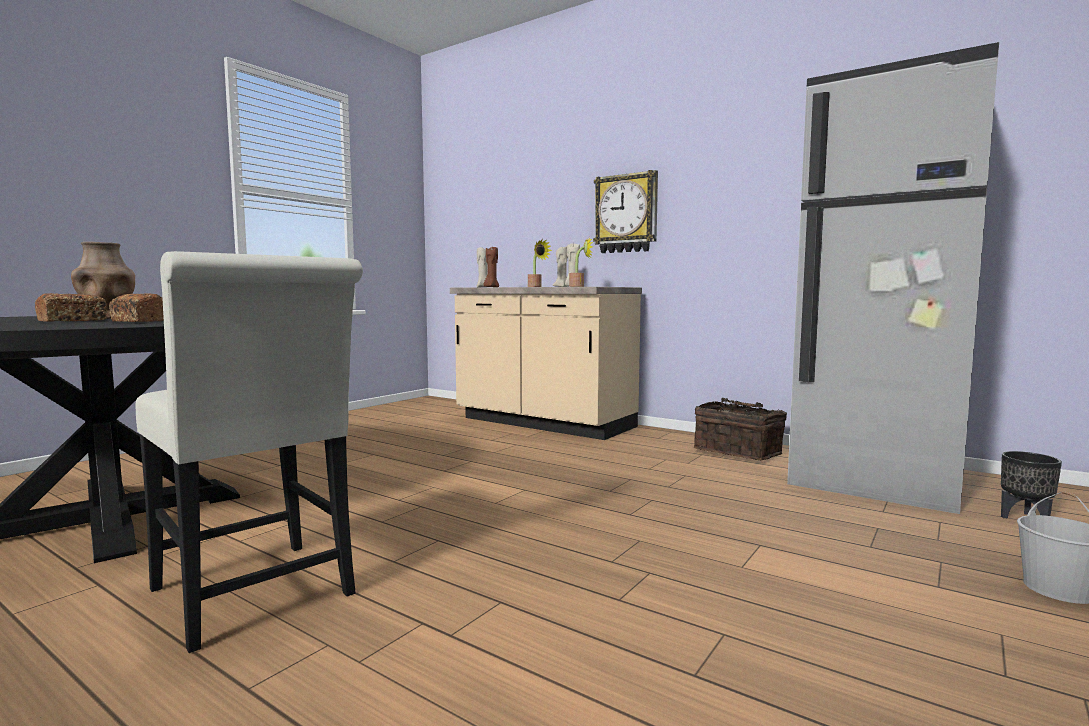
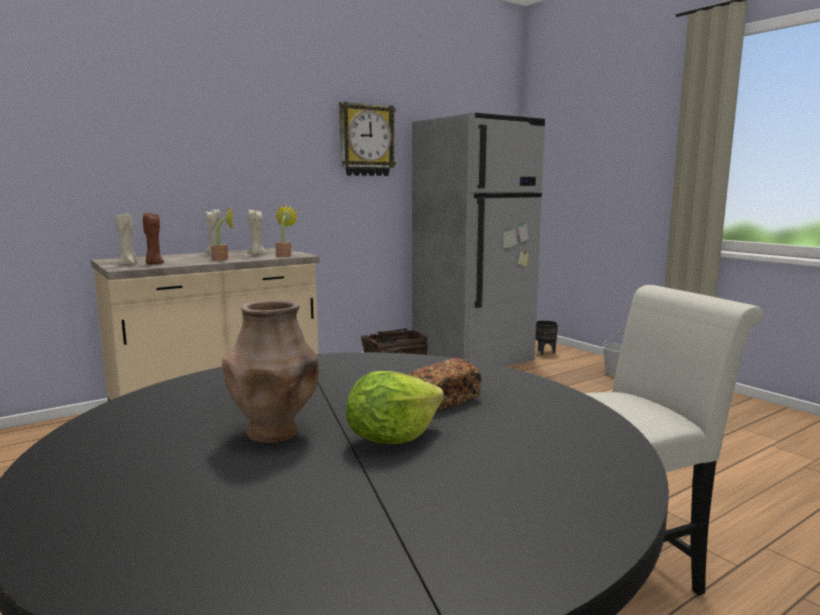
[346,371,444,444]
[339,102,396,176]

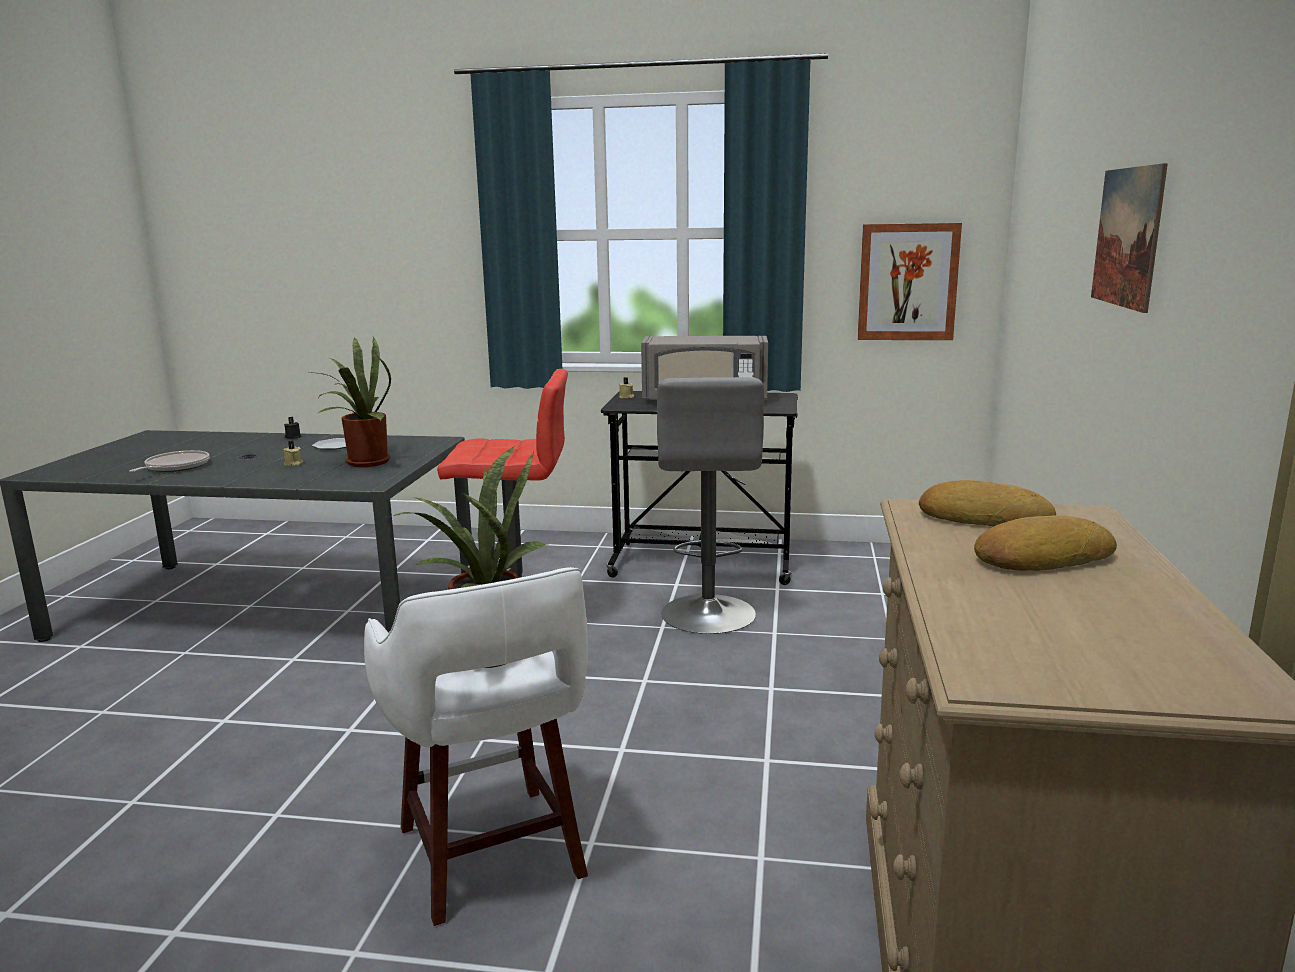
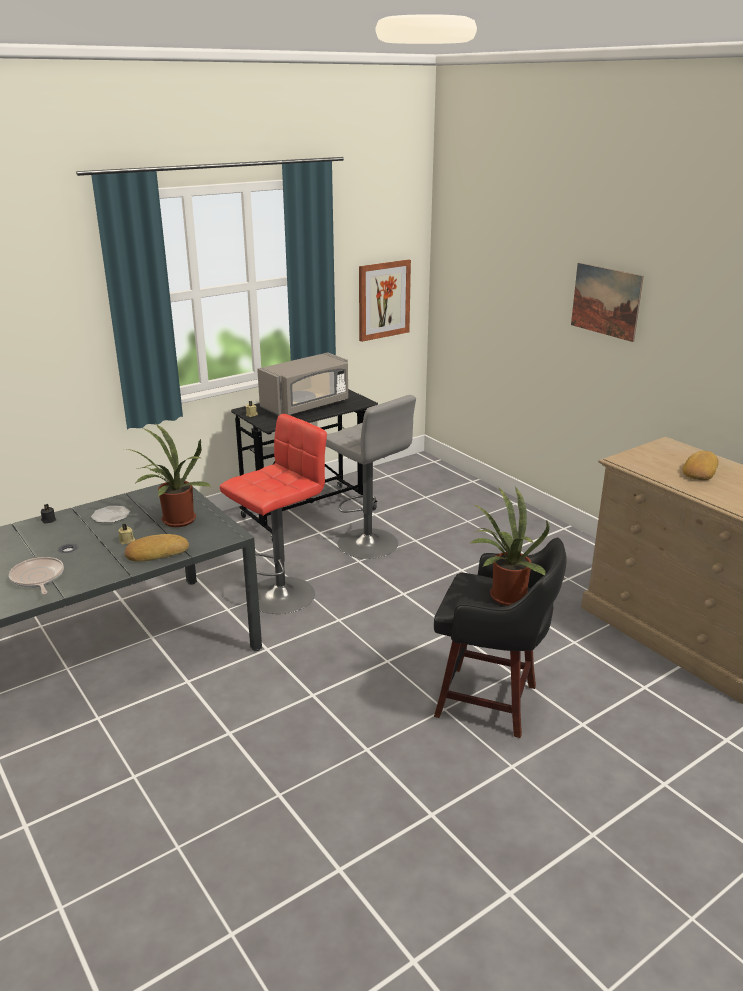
[434,537,567,738]
[124,534,189,562]

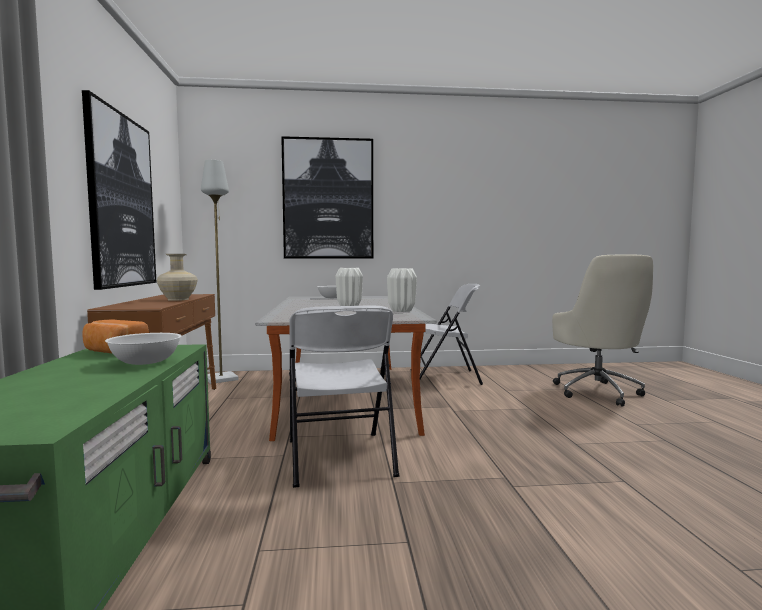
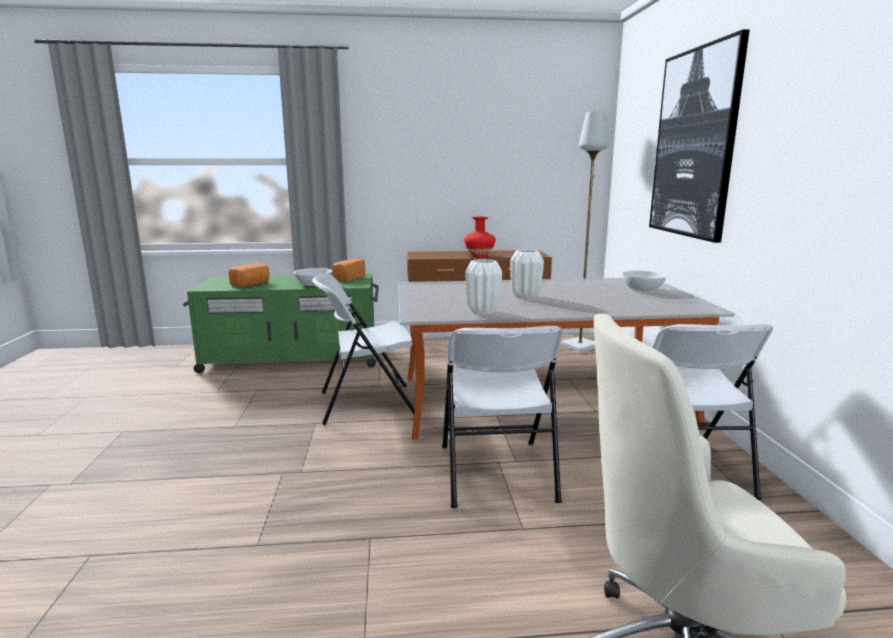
[82,90,157,290] (first image)
[464,217,496,257]
[229,263,269,287]
[442,326,563,508]

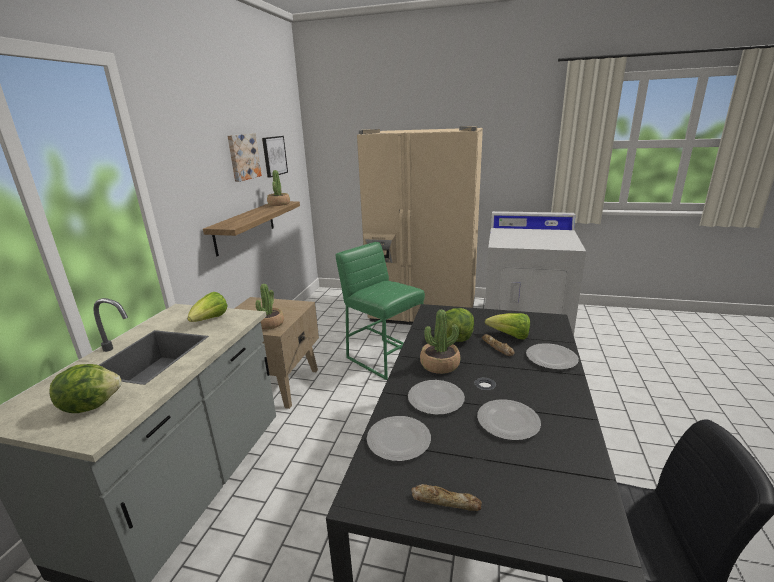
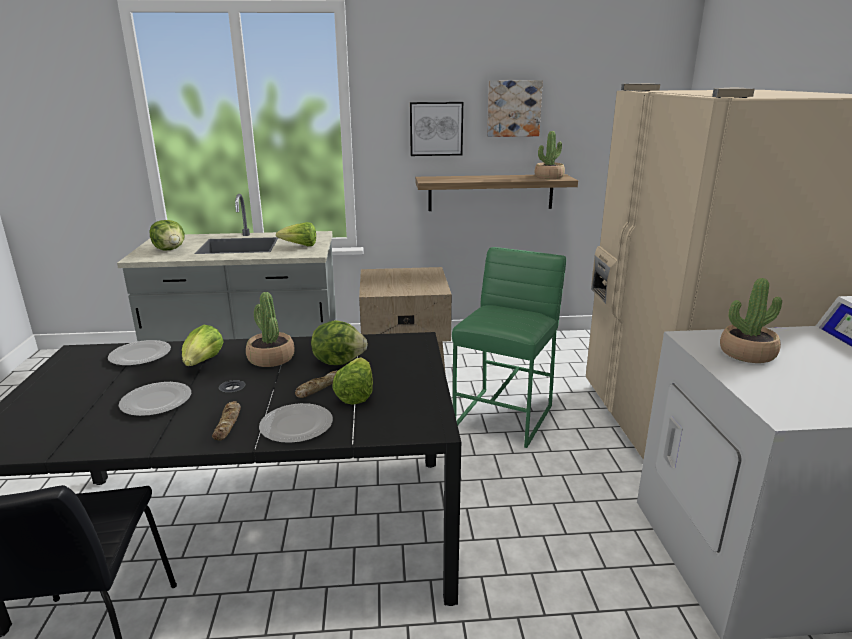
[720,278,782,363]
[410,102,463,156]
[182,325,224,366]
[212,401,241,440]

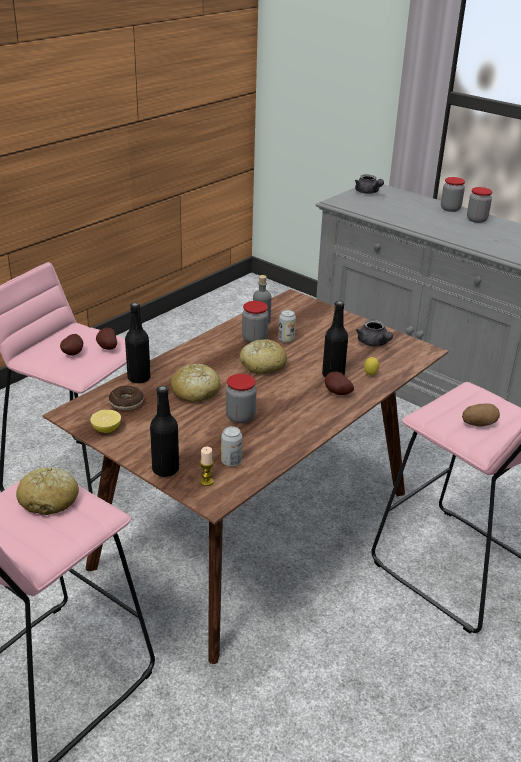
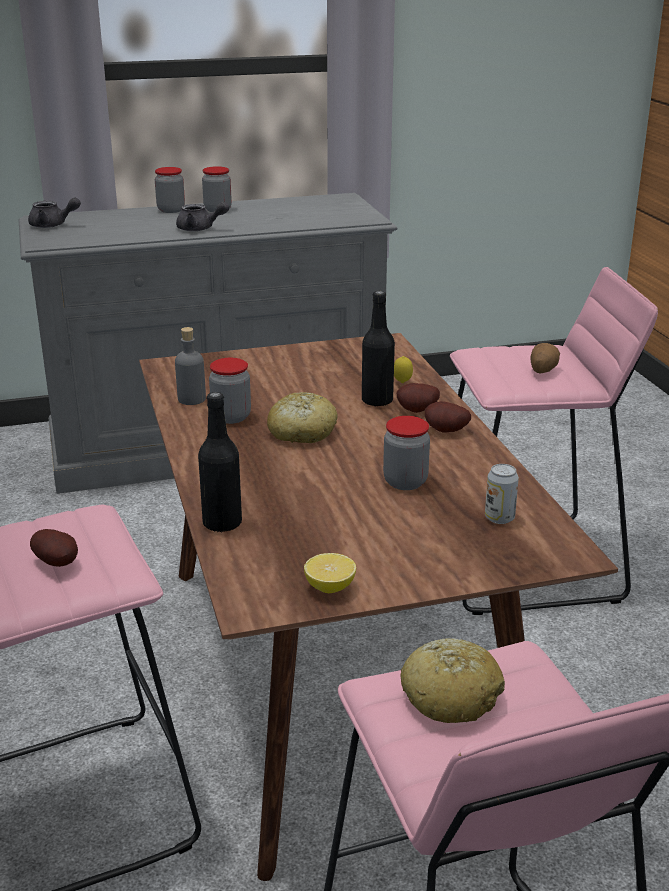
[425,401,471,432]
[109,386,144,410] (first image)
[150,386,179,477] (first image)
[171,364,220,402] (first image)
[200,447,214,486] (first image)
[278,310,296,343] (first image)
[176,201,229,231]

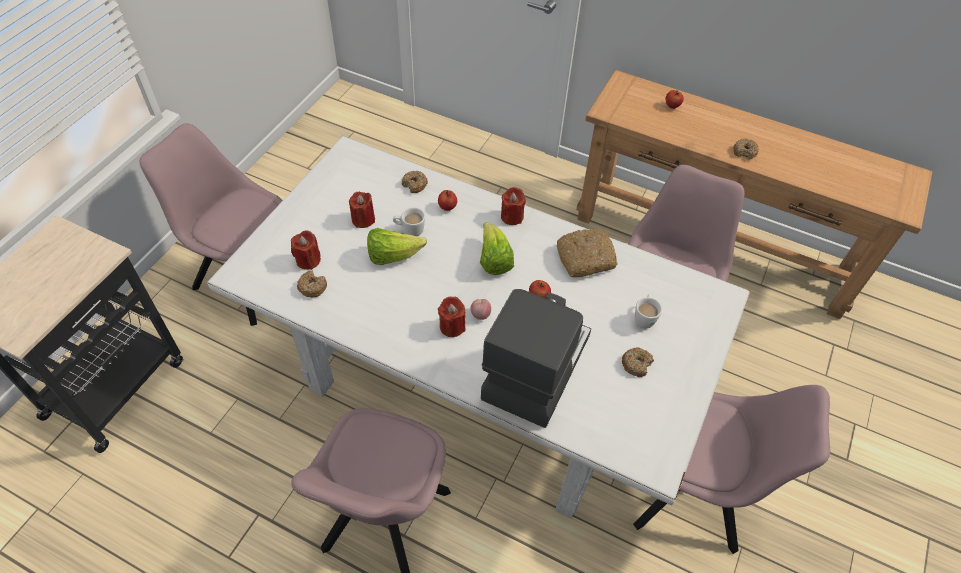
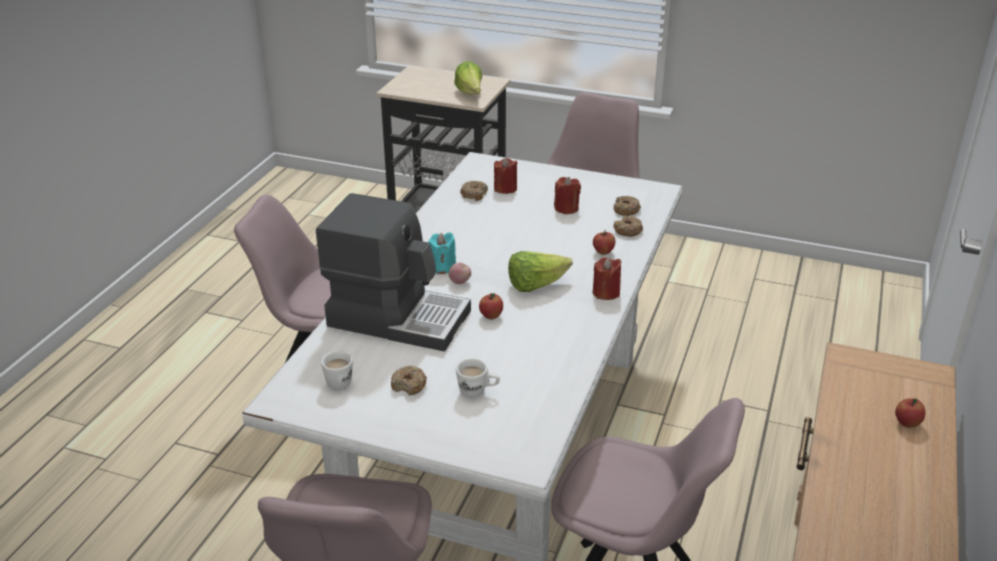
[455,61,482,95]
[321,350,353,390]
[428,232,456,274]
[557,229,617,277] (first image)
[613,196,641,216]

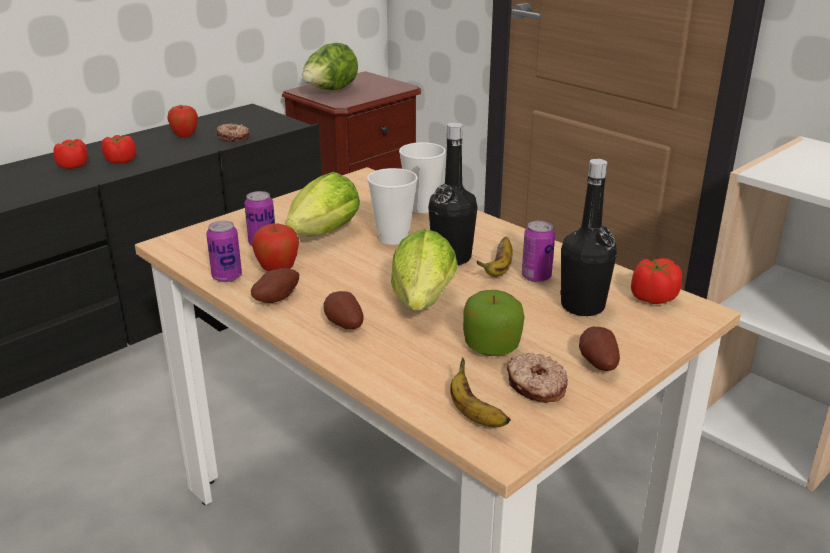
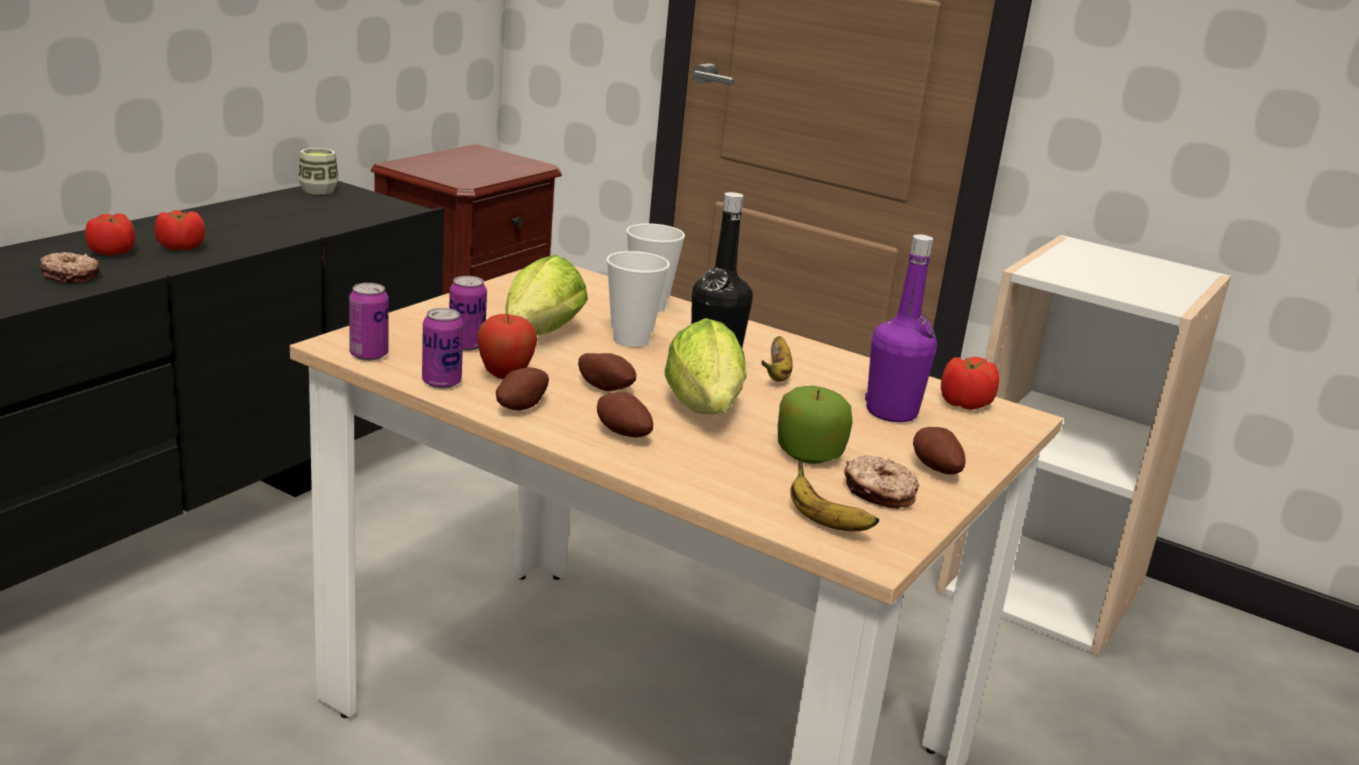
[167,104,198,138] (first image)
[40,252,100,283]
[302,43,358,90] (first image)
[349,283,389,361]
[865,234,937,422]
[298,148,339,195]
[578,353,636,391]

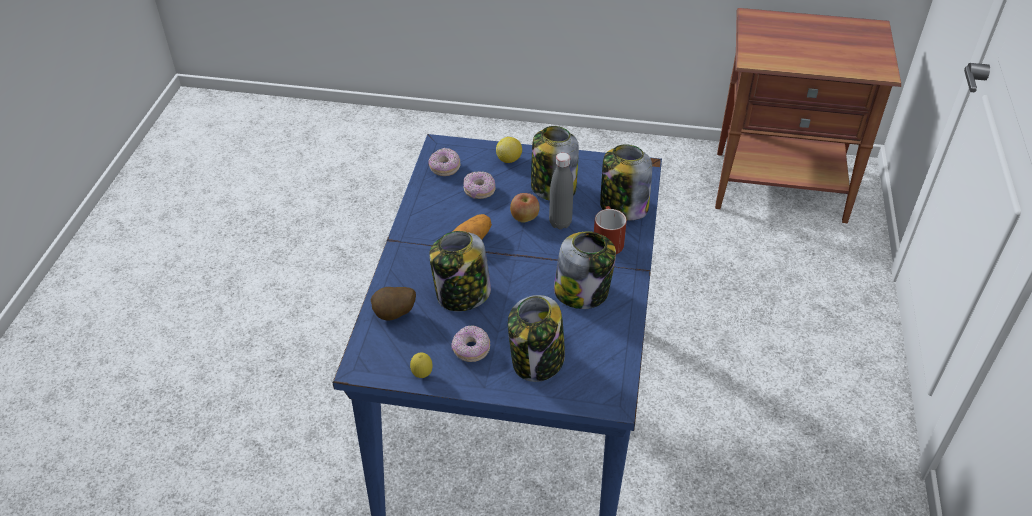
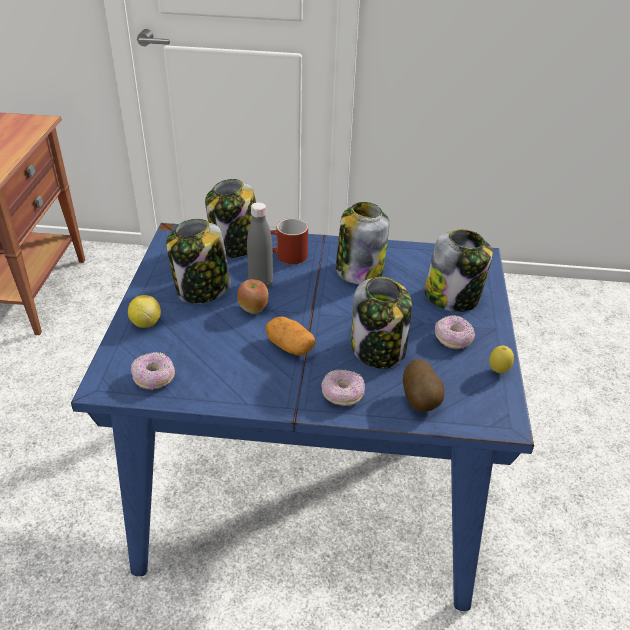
[322,370,365,406]

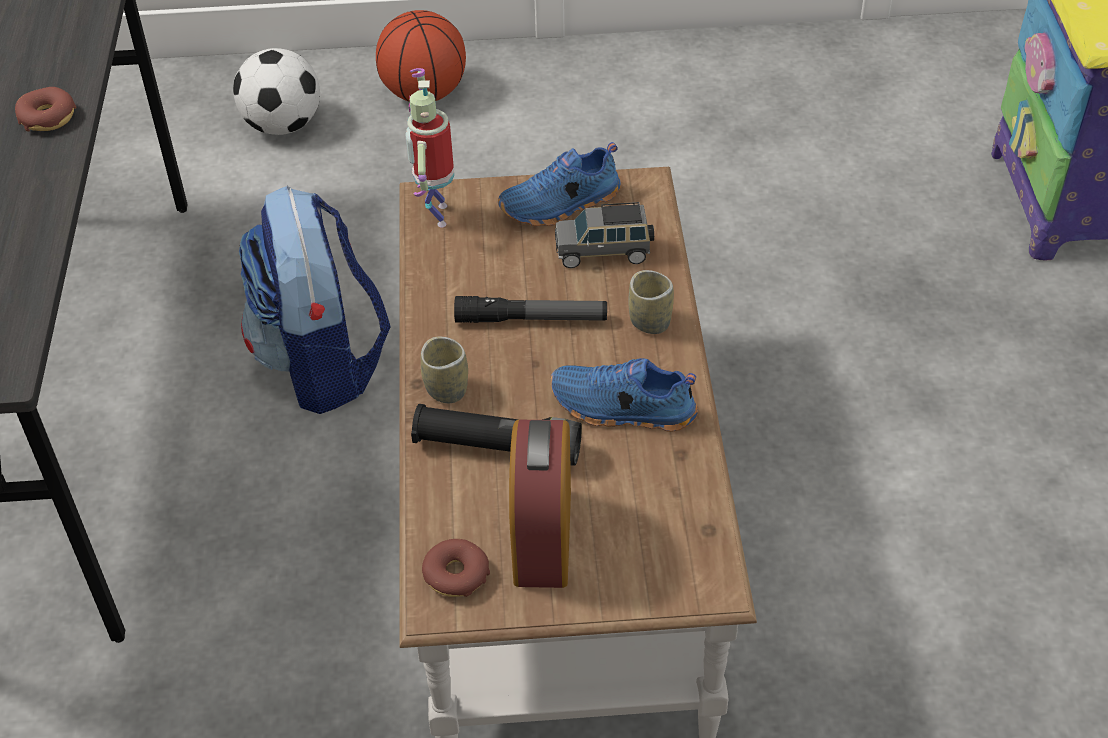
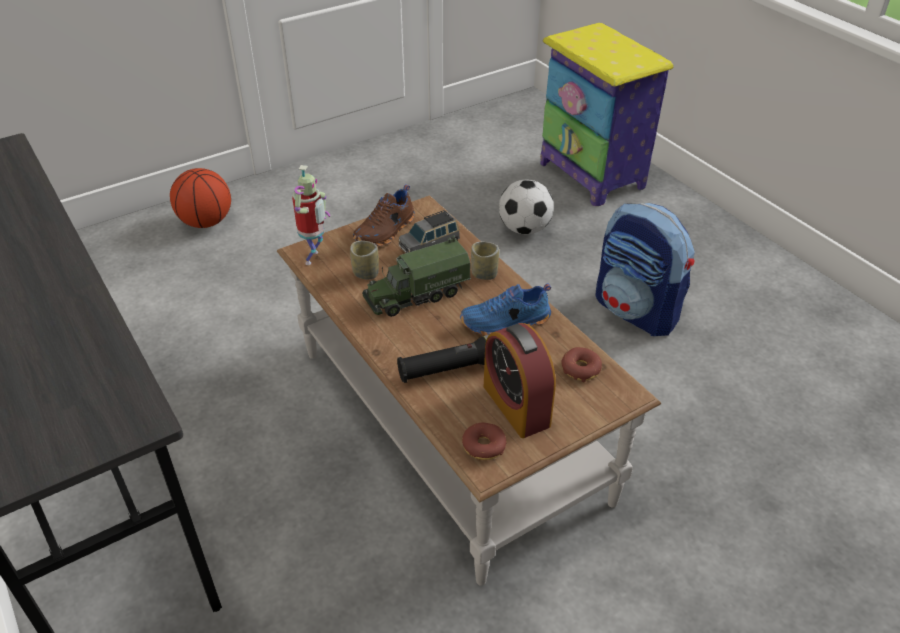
[561,347,602,382]
[499,180,554,234]
[595,203,695,336]
[292,165,330,265]
[350,241,379,279]
[362,235,471,317]
[353,184,415,246]

